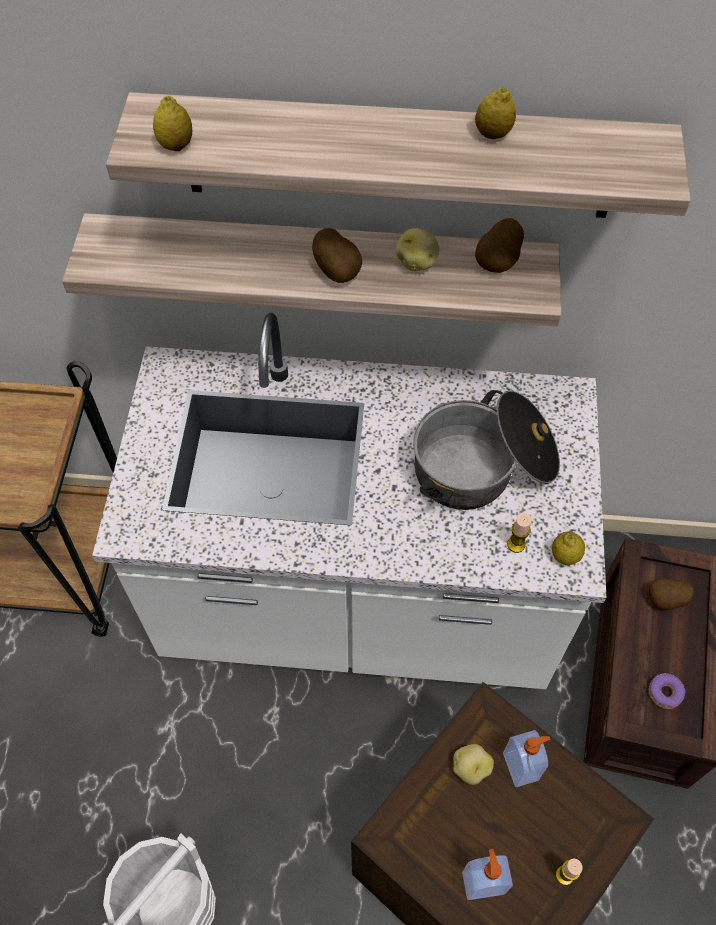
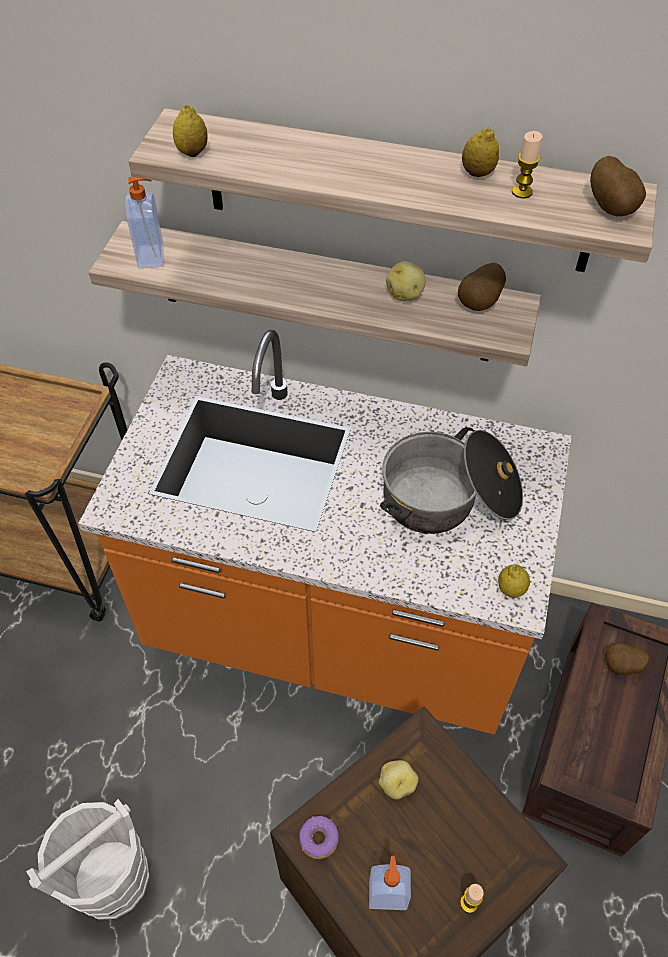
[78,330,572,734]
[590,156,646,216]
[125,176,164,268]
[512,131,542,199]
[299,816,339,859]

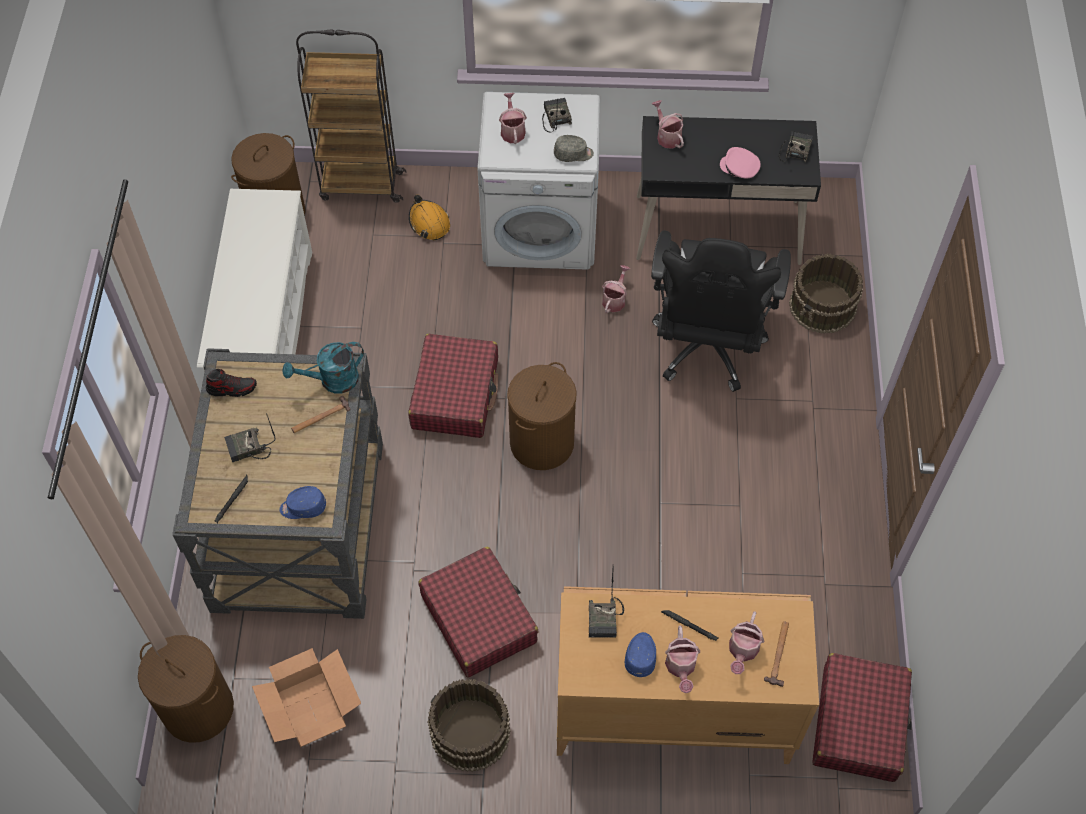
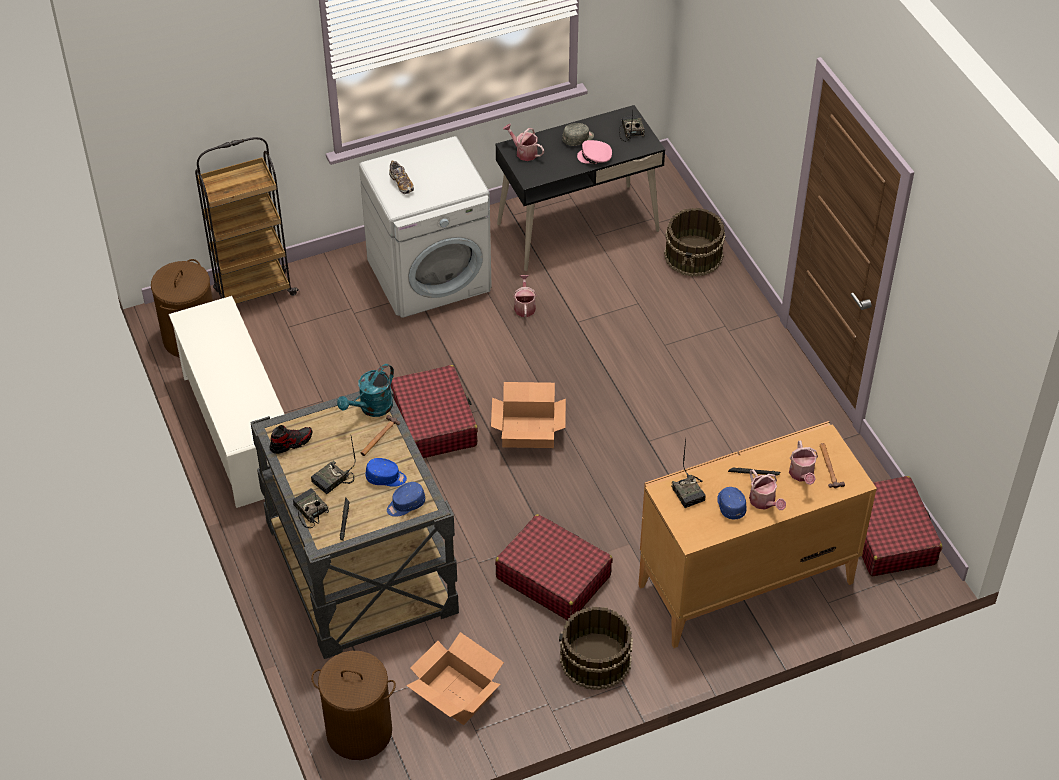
[409,195,450,240] (first image)
[389,160,414,194]
[491,382,566,448]
[293,488,329,528]
[562,123,594,146]
[651,231,791,392] (first image)
[365,458,407,487]

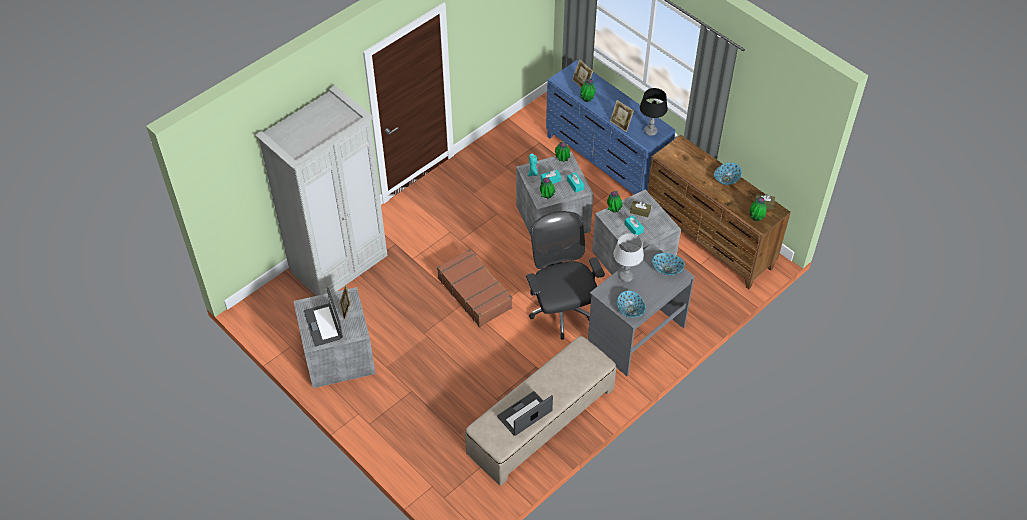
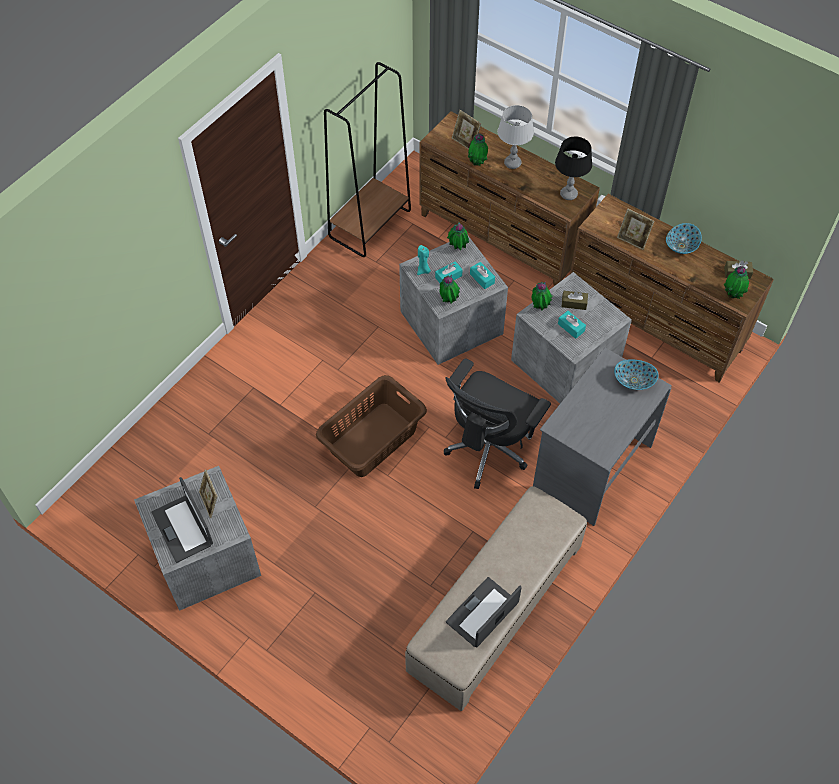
[255,86,387,296] (first image)
[316,375,427,477]
[444,359,551,489]
[419,111,600,286]
[617,208,654,250]
[498,105,534,169]
[617,291,646,318] (first image)
[324,62,411,257]

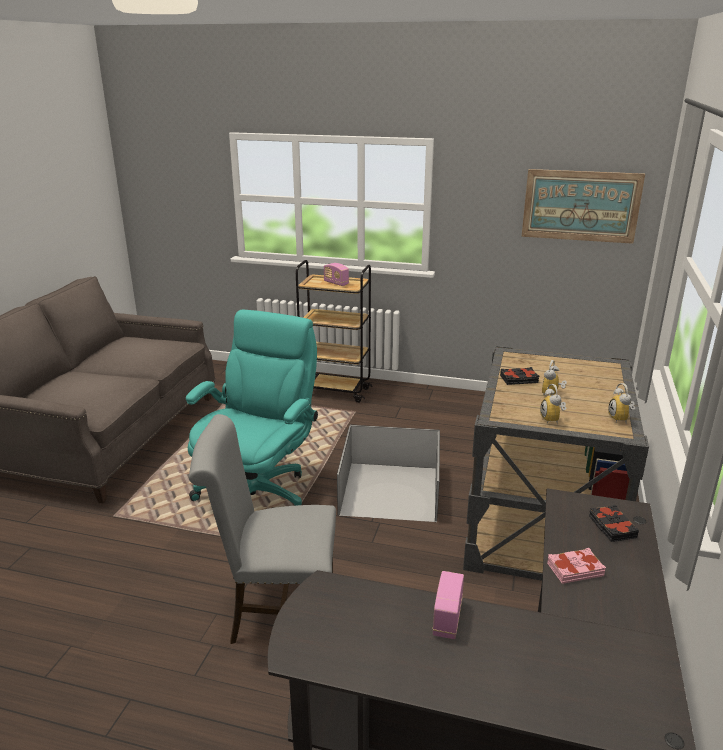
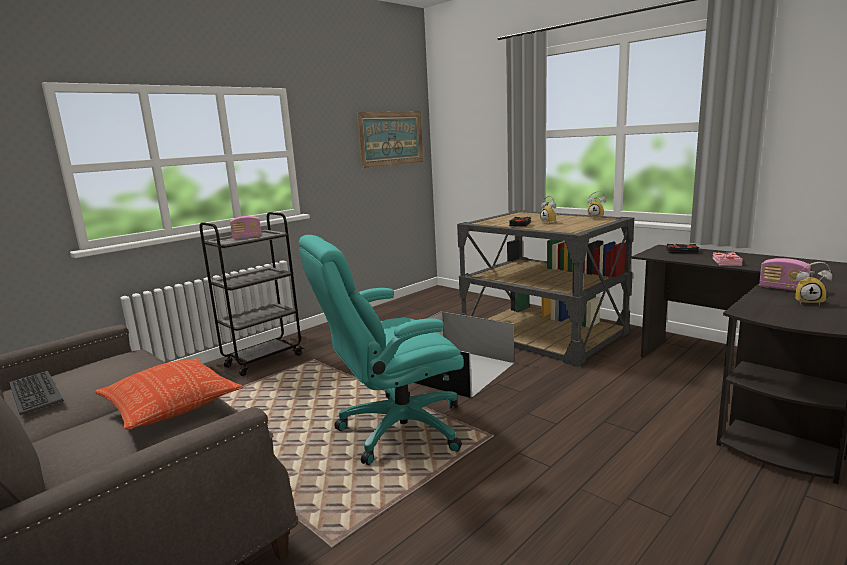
[299,235,464,465]
[189,414,336,644] (first image)
[200,212,304,376]
[795,262,832,306]
[9,371,64,415]
[95,358,243,430]

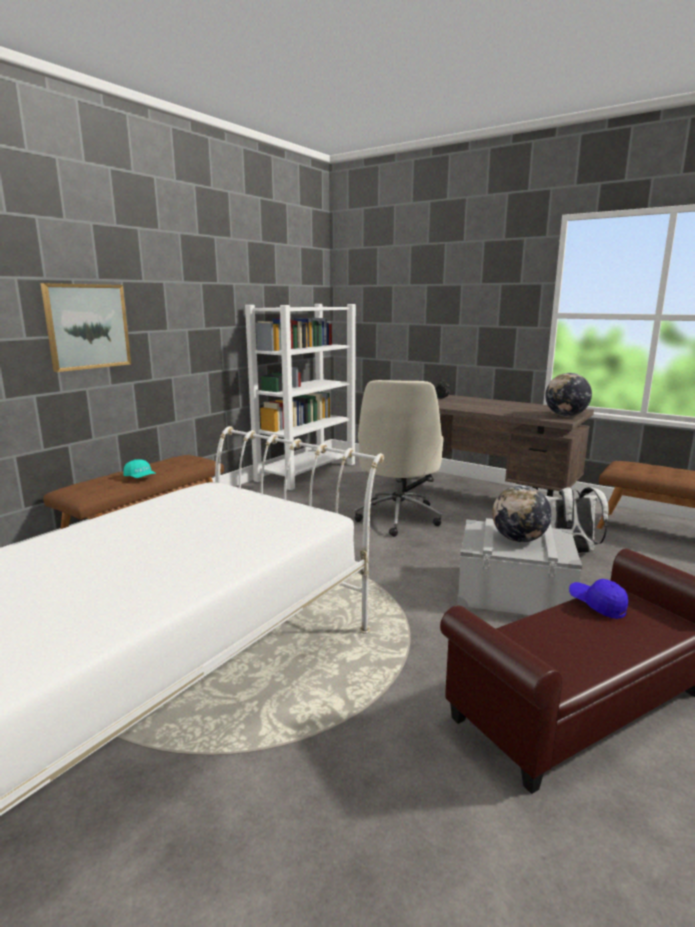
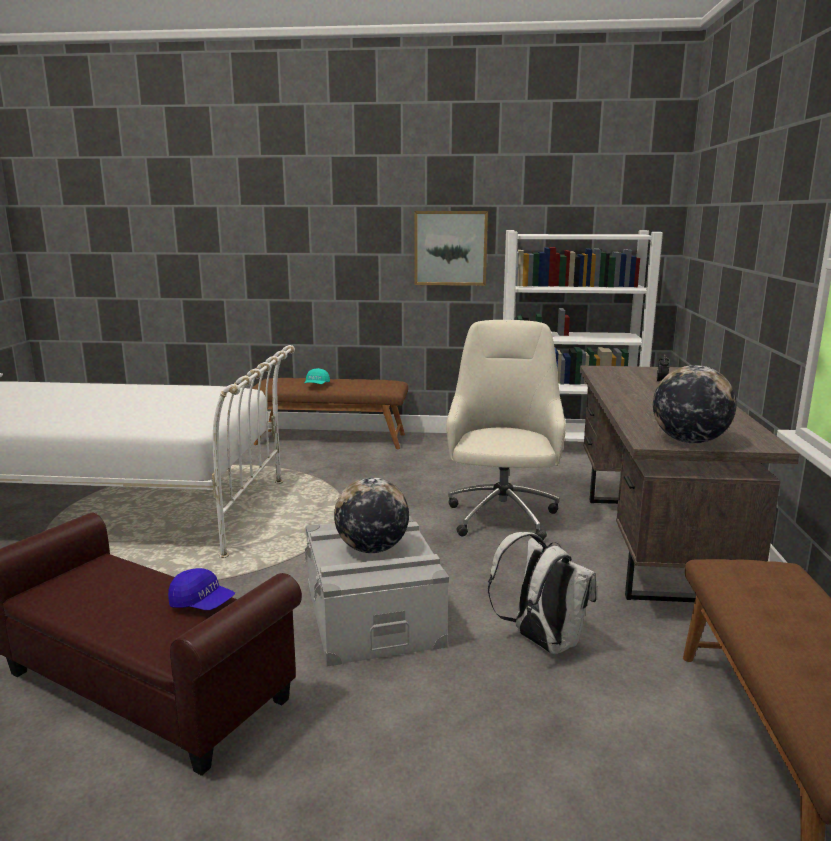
[414,211,488,286]
[446,320,566,540]
[168,568,235,610]

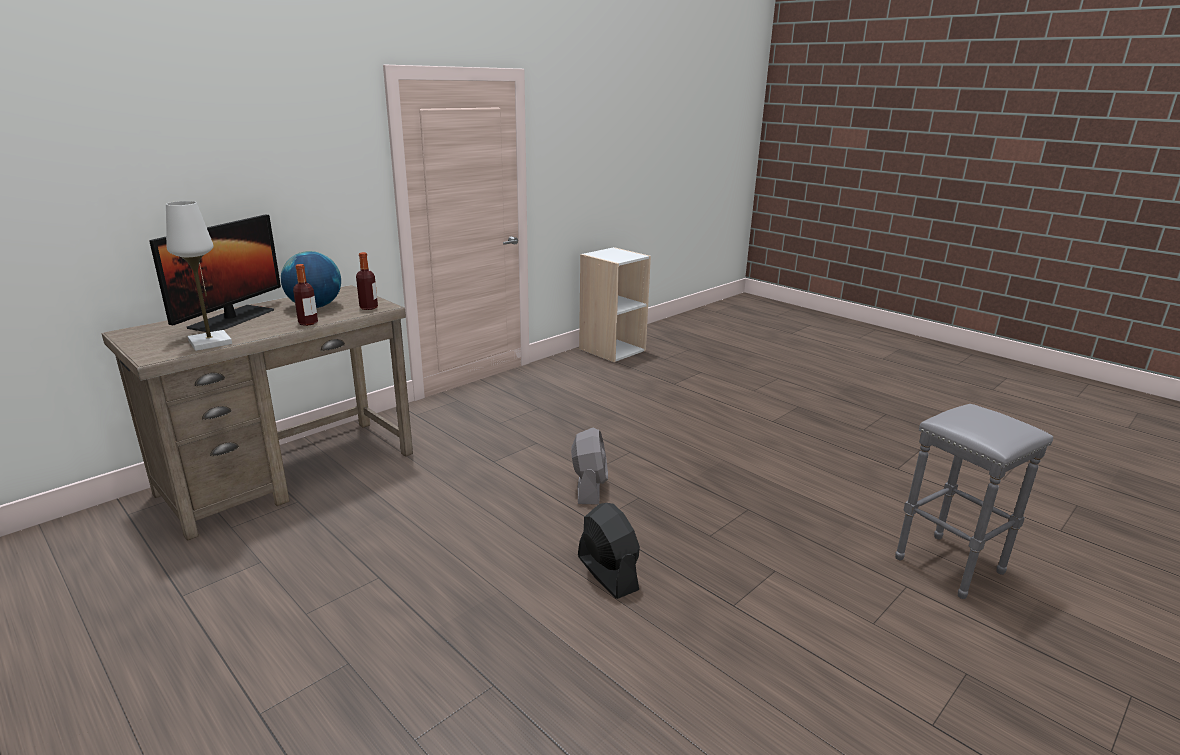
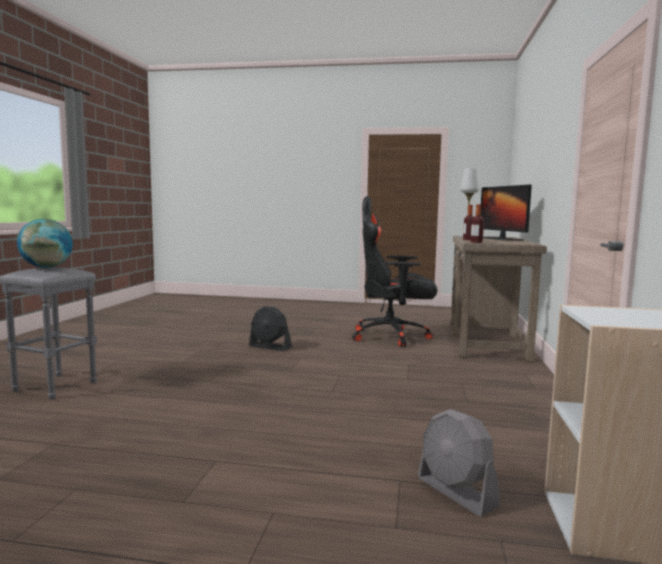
[17,219,73,268]
[418,409,501,516]
[352,196,437,347]

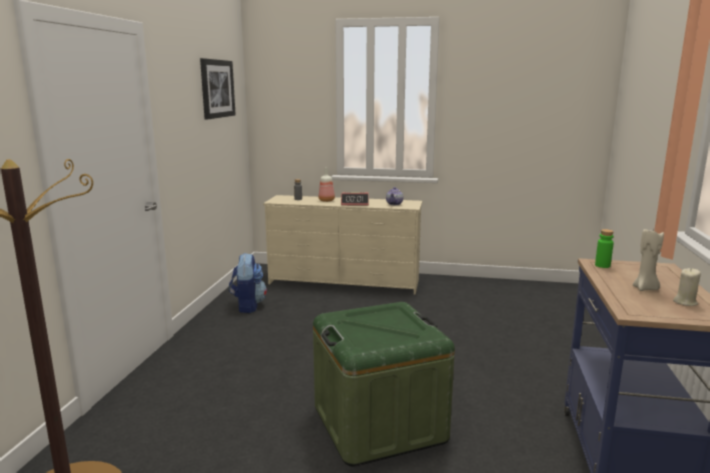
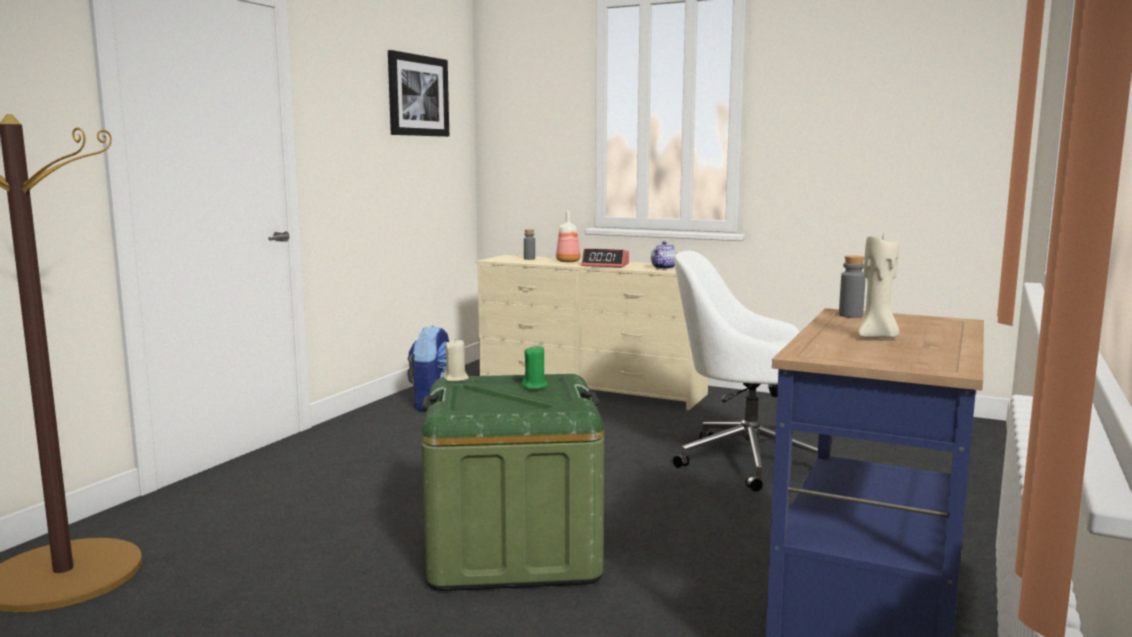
[839,255,866,318]
[443,340,469,382]
[522,345,548,389]
[673,251,818,492]

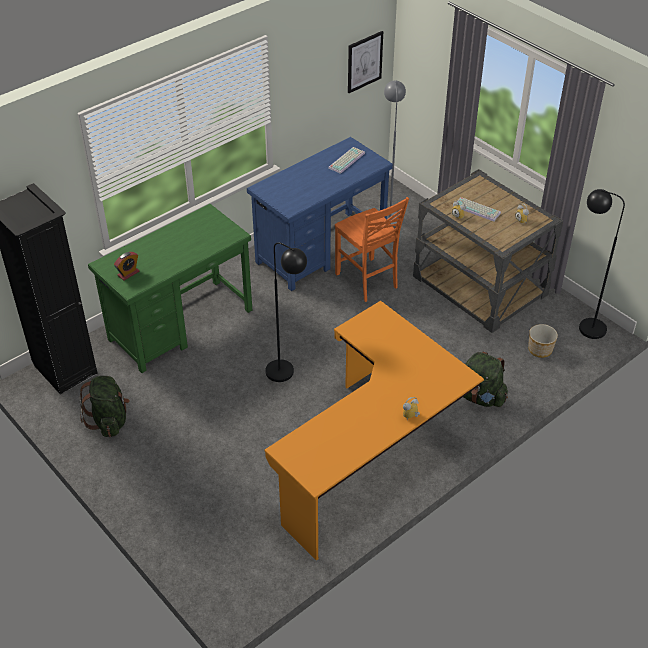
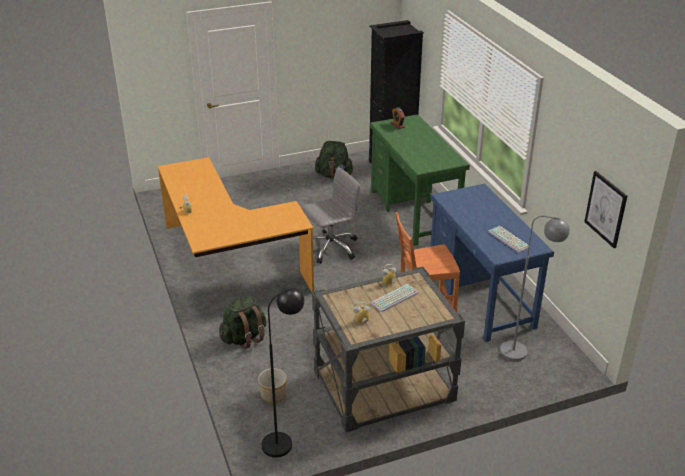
[301,167,360,264]

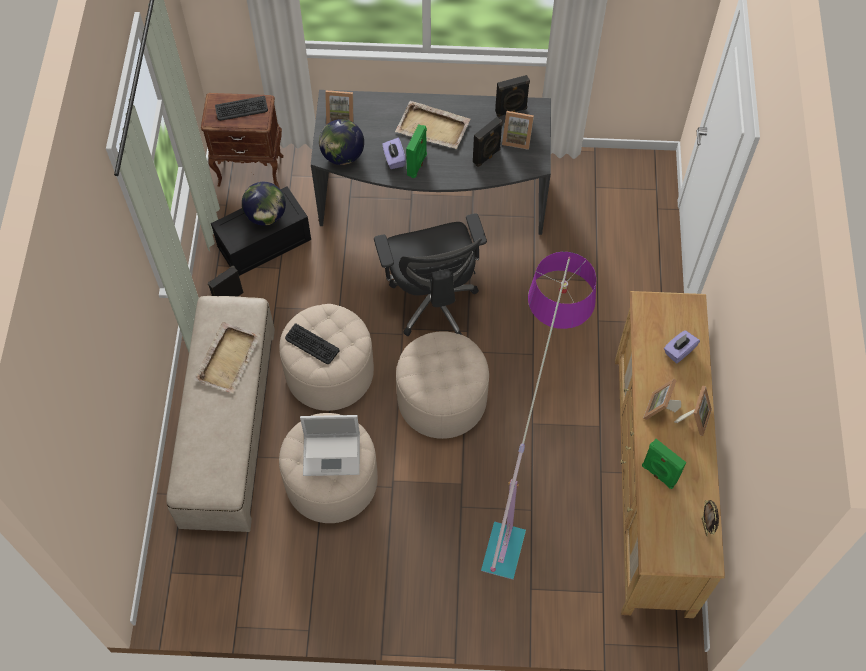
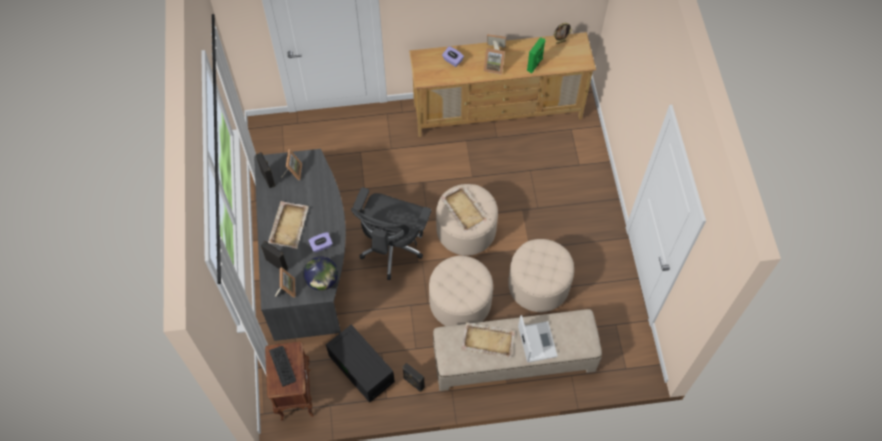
[242,182,286,226] (first image)
[285,323,340,364] (first image)
[518,315,558,362]
[351,187,432,280]
[406,124,427,178] (first image)
[261,241,288,270]
[481,252,596,580] (first image)
[440,185,489,232]

